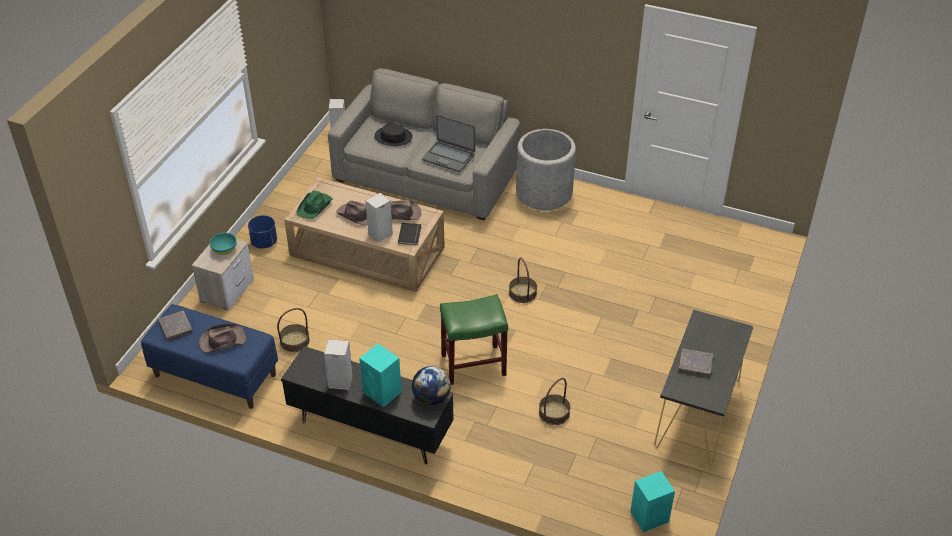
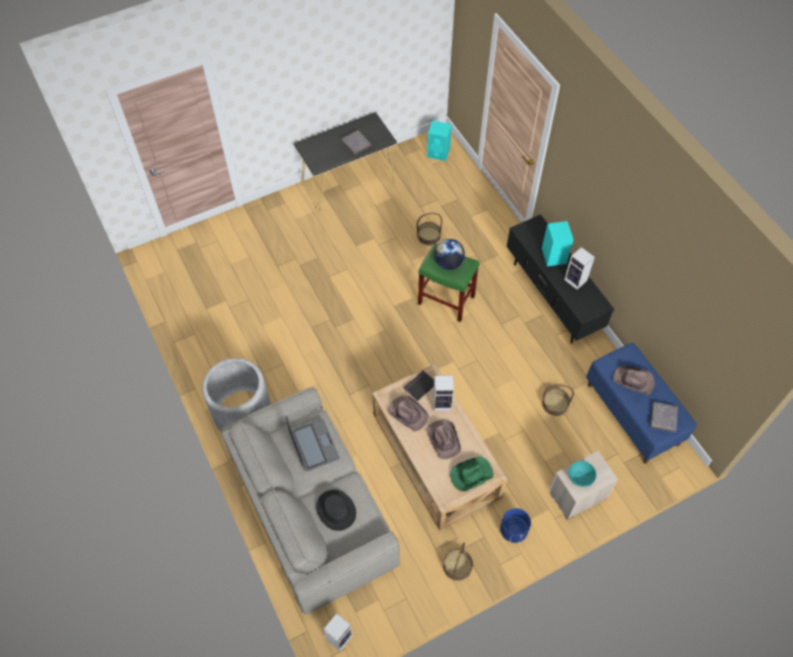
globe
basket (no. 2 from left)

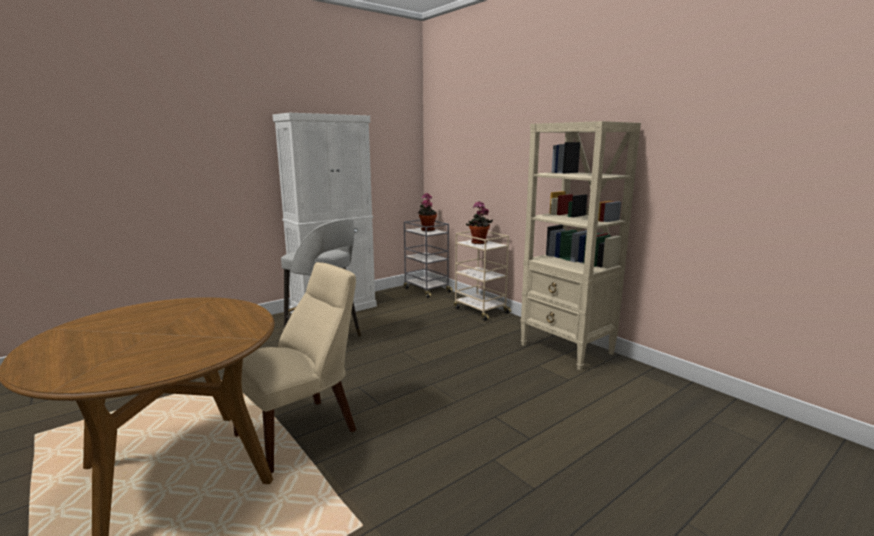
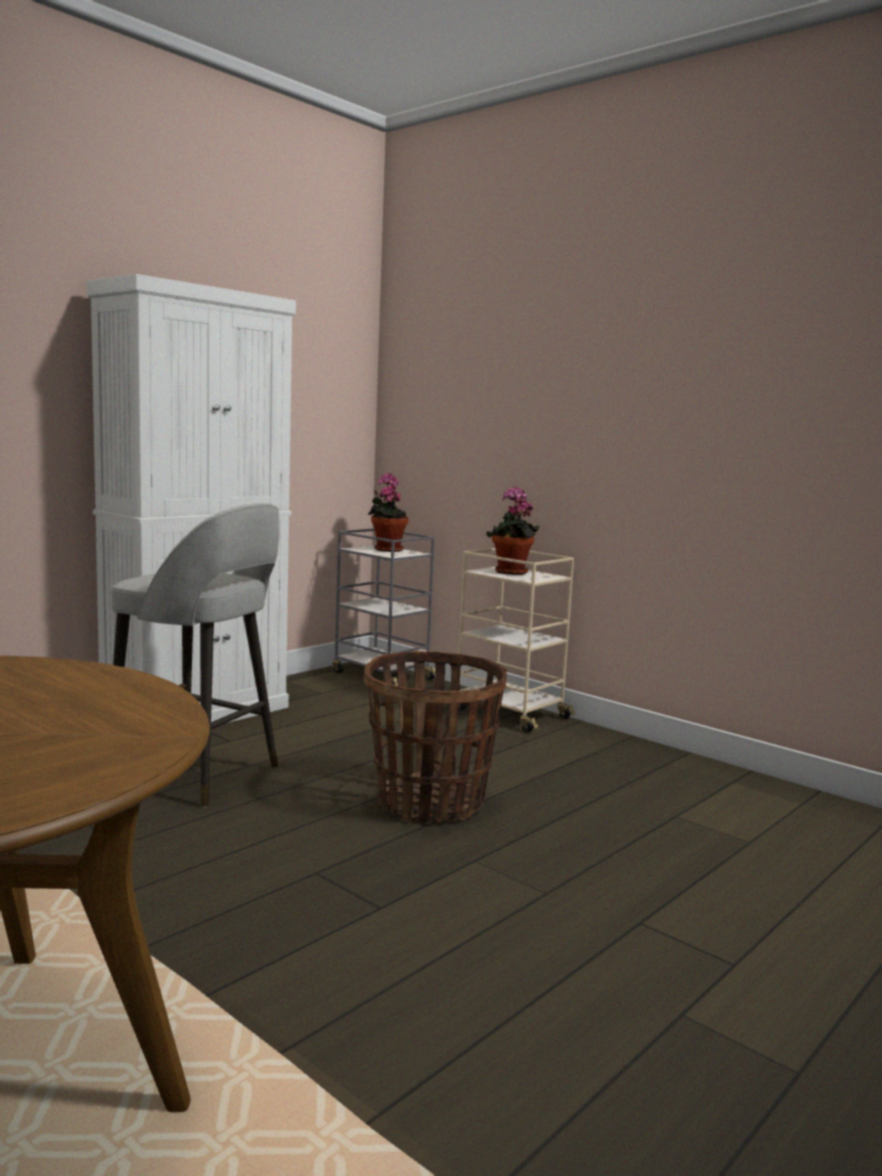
chair (sand-coloured)
bookshelf (sand-coloured)
basket

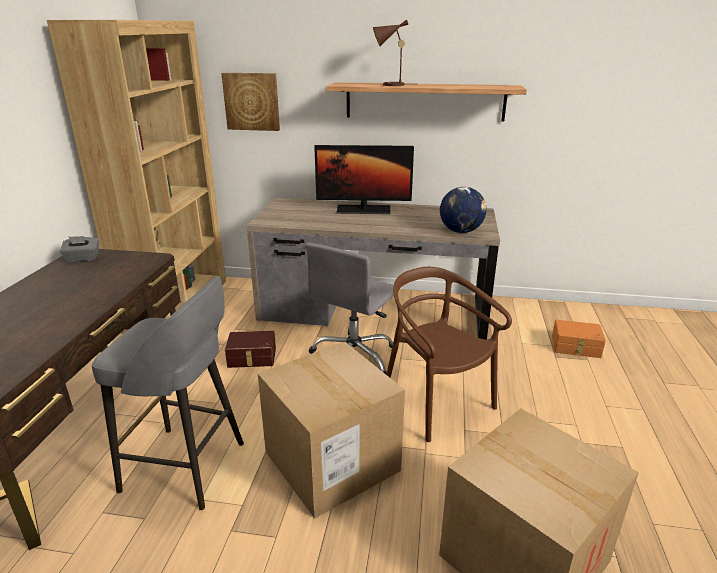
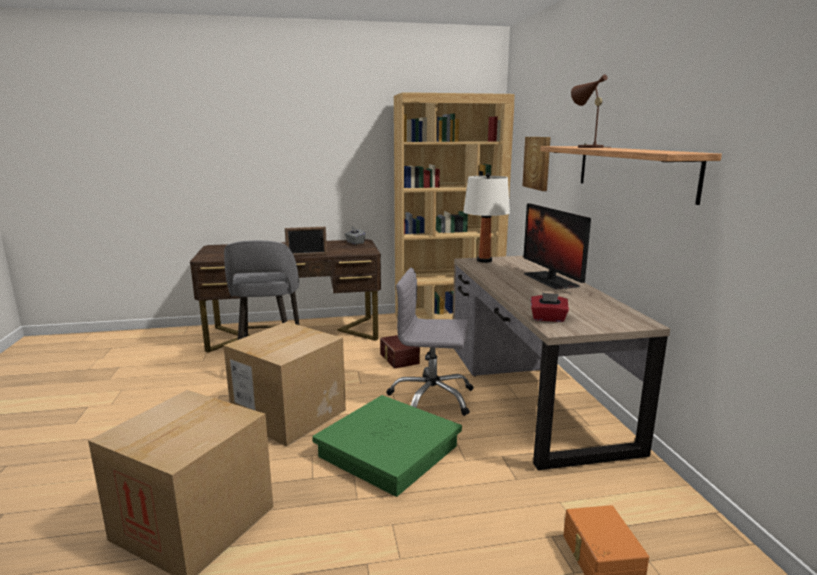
picture frame
table lamp (white-coloured)
storage box (greenish)
box of tissues (reddish)

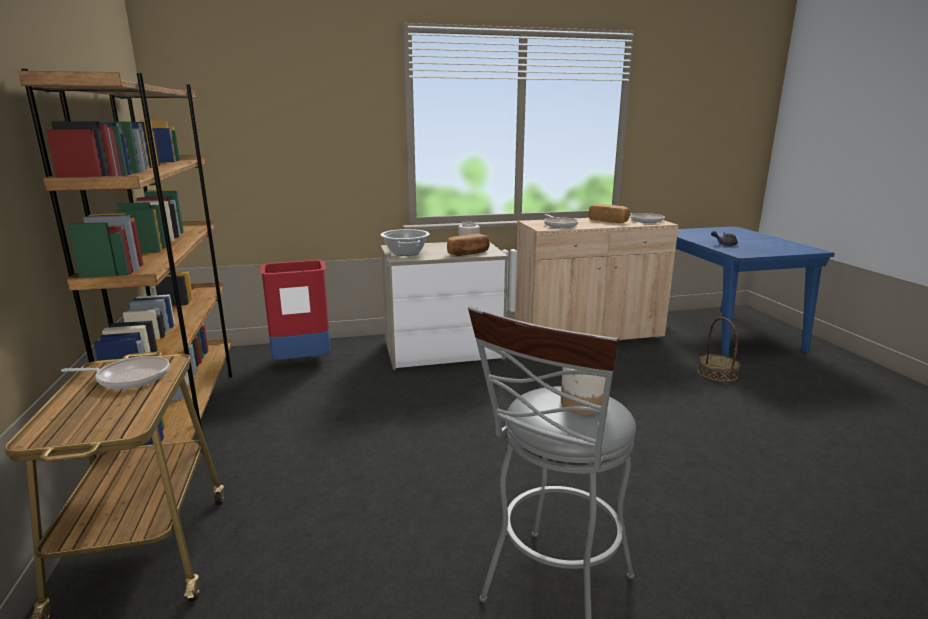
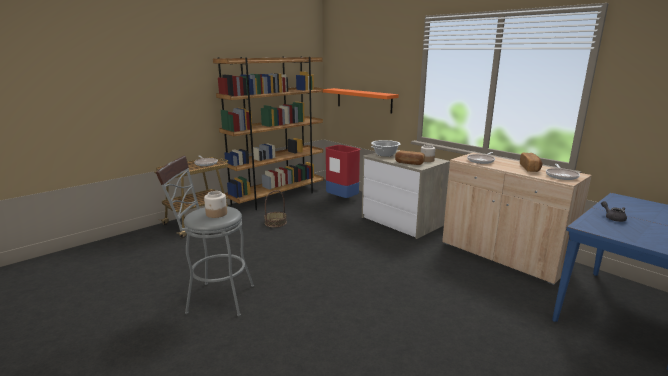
bracket shelf (orangey)
basket

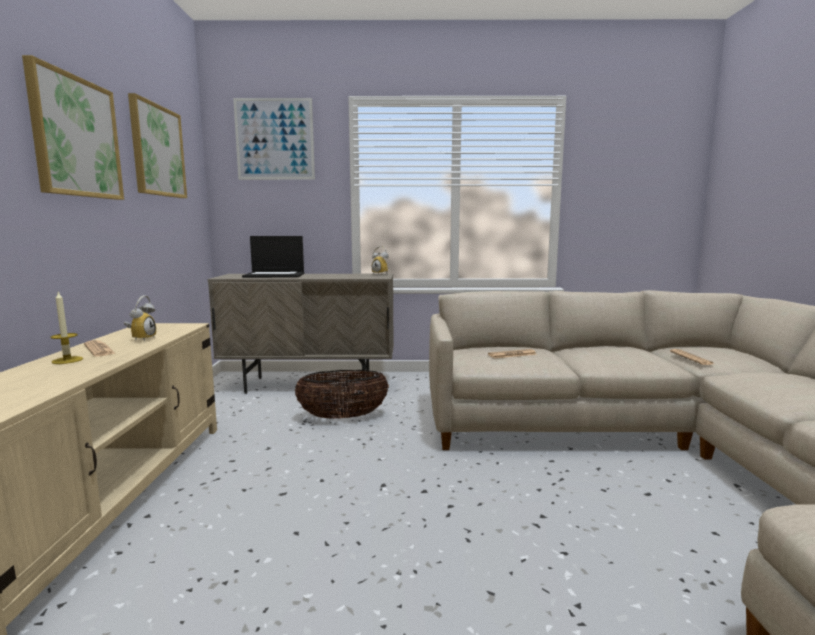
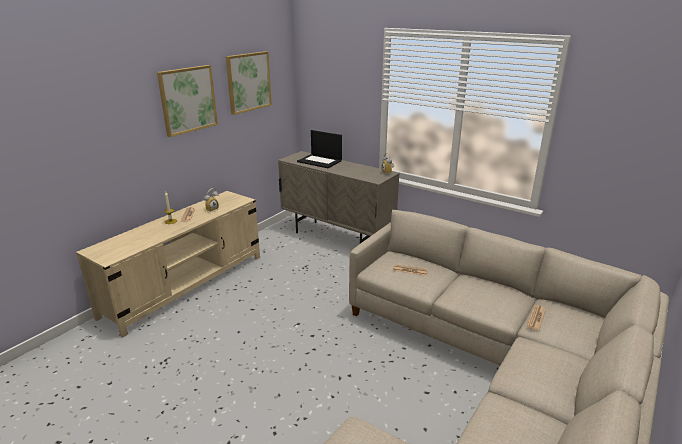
picture (no. 3 from left in the first image)
basket

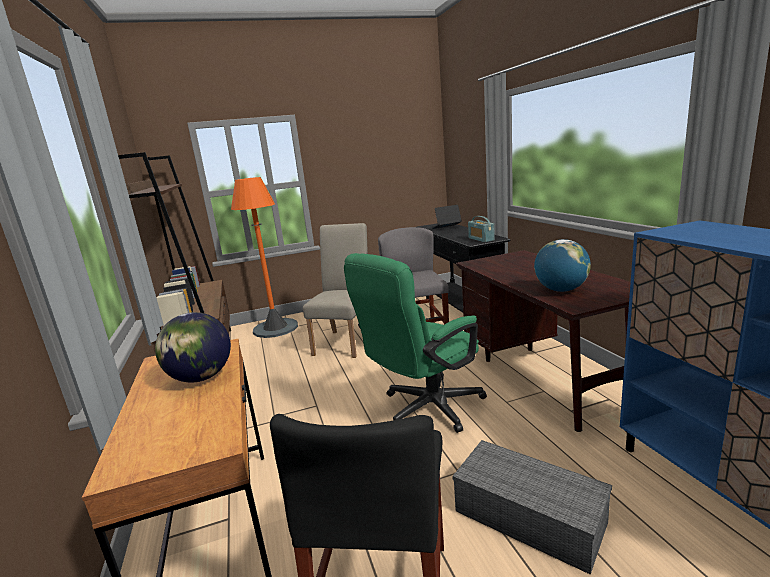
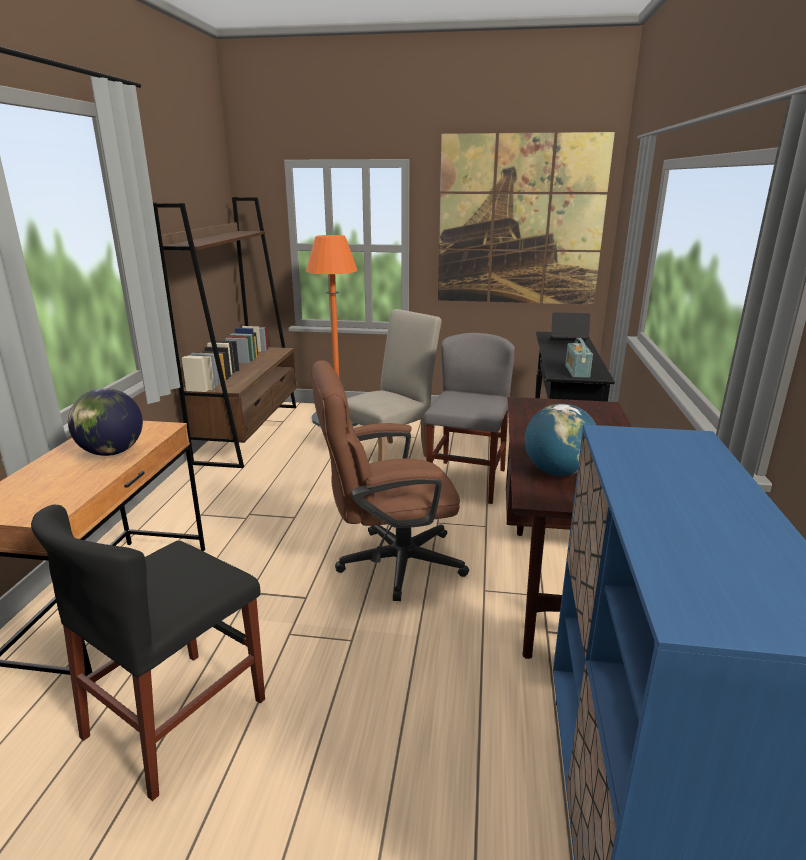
storage box (grey)
picture
office chair (brown-coloured)

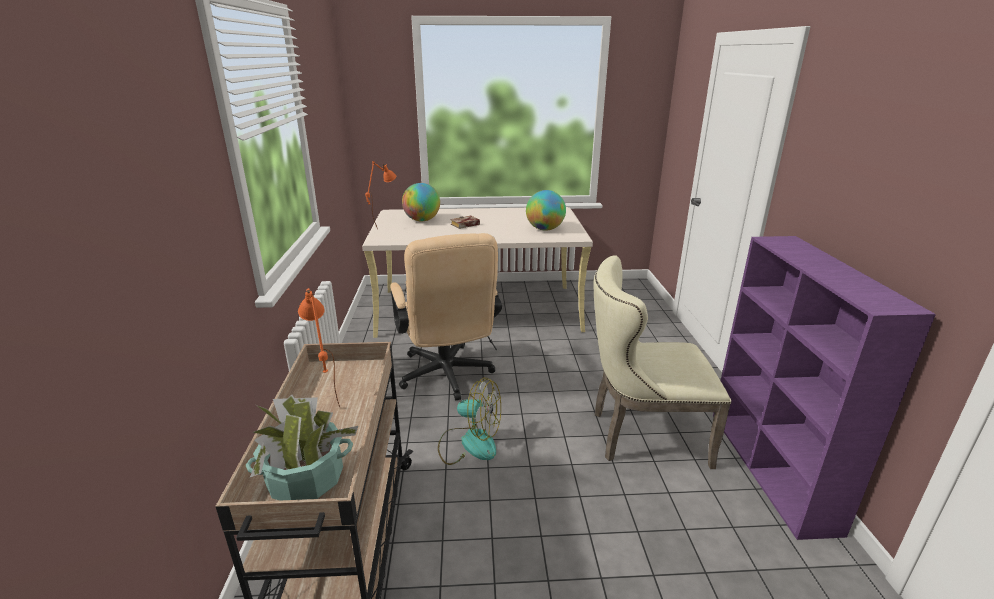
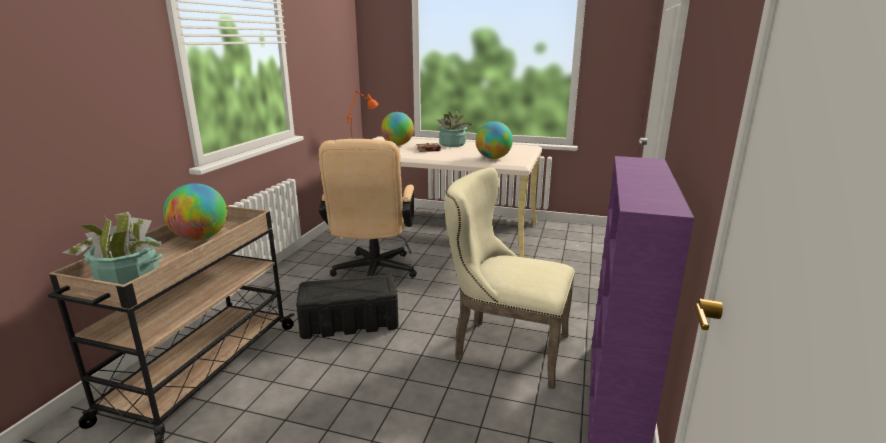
plant in a pot (no. 2 from left)
globe (no. 1 from left)
storage box (black-coloured)

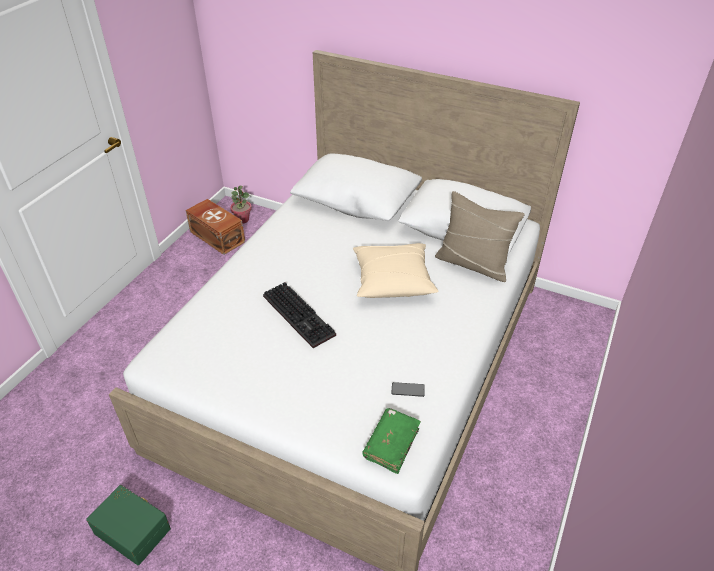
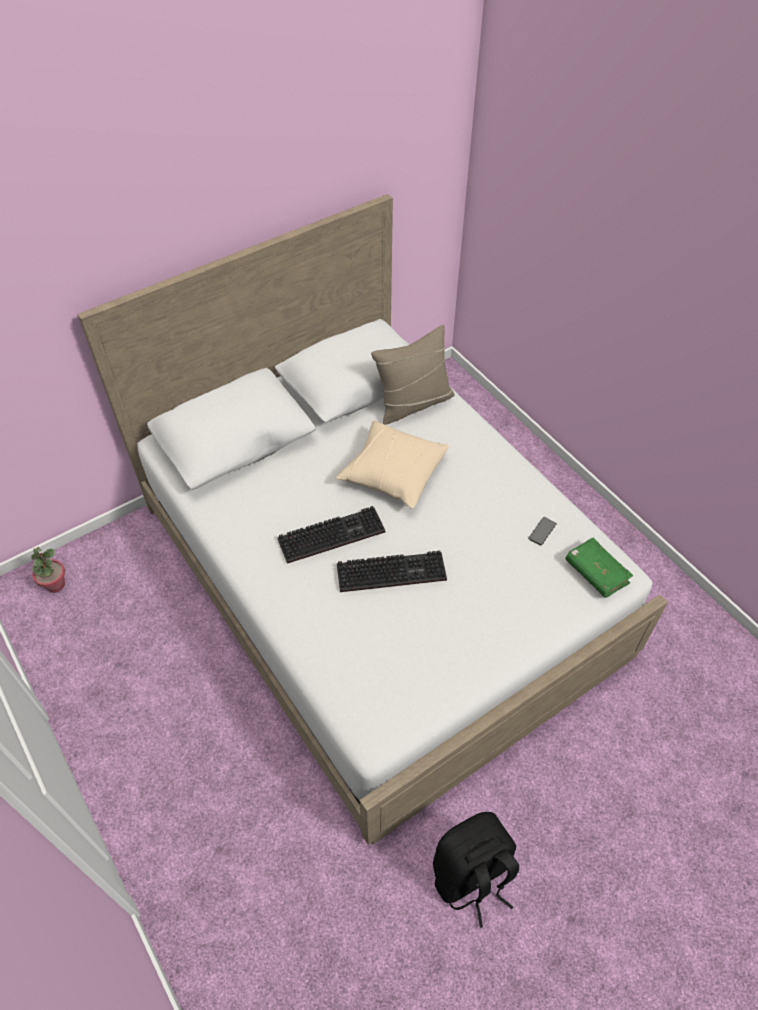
storage box (brown-coloured)
keyboard (no. 1 from left)
backpack (black-coloured)

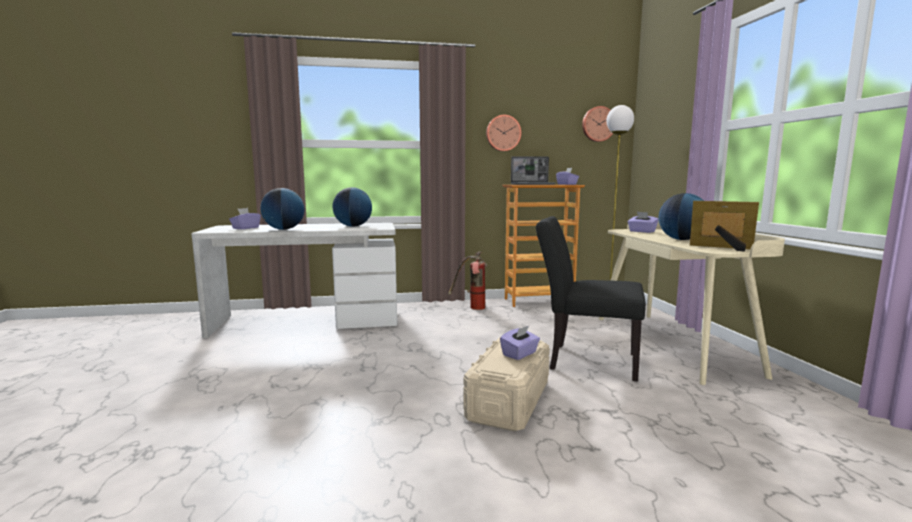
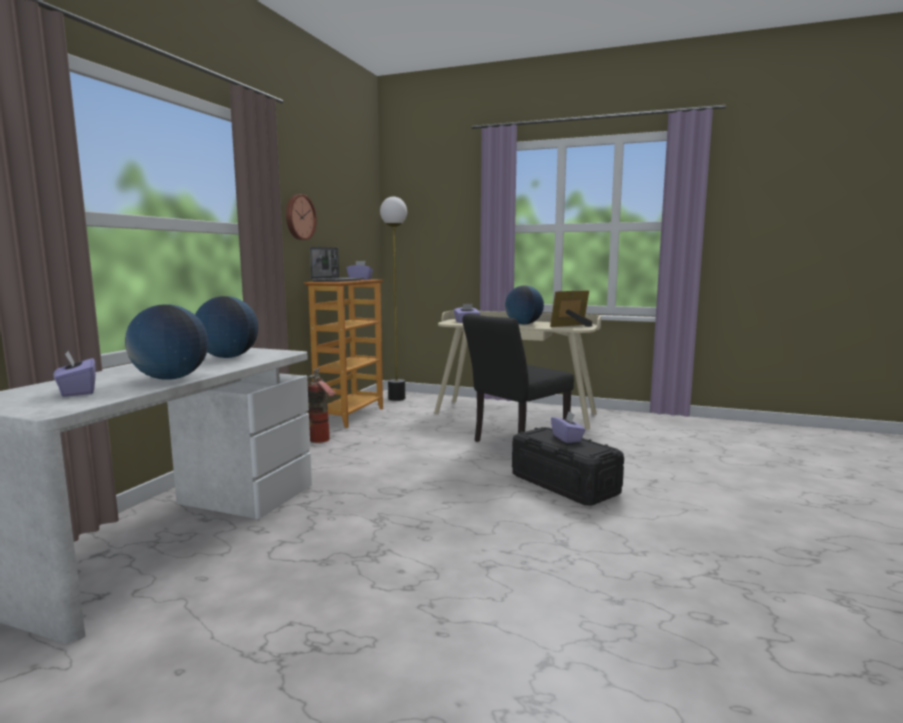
hanging clock (no. 2 from left in the first image)
storage box (black-coloured)

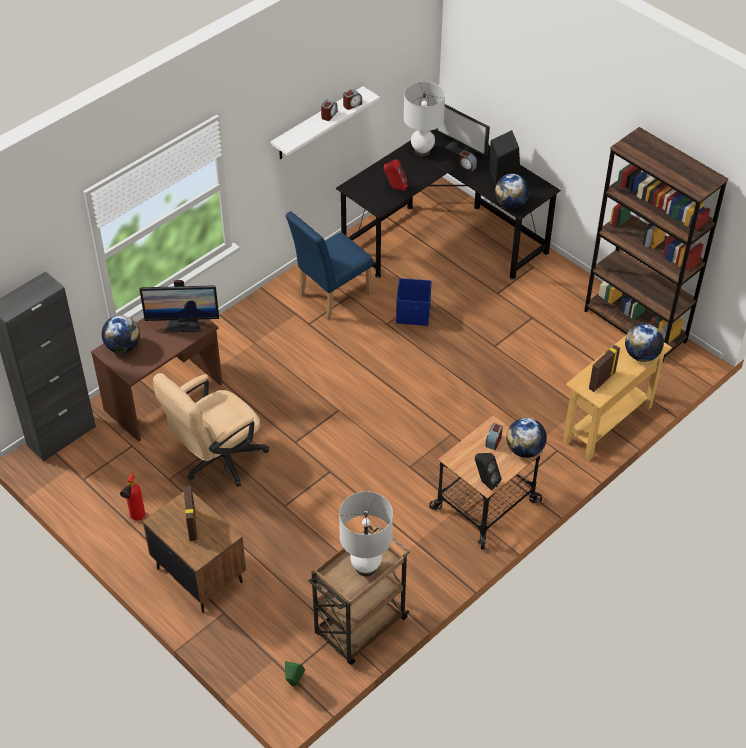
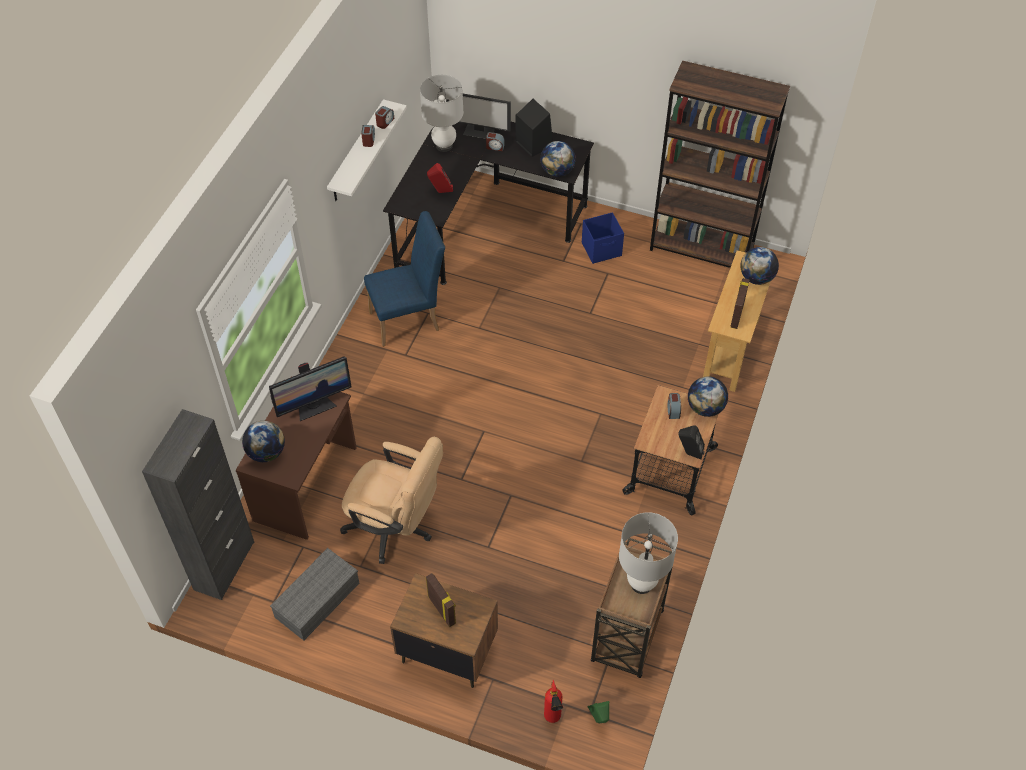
storage box (grey)
fire-fighting cylinder
storage box (bluish)
office chair (sand-coloured)
chair (bluish)

